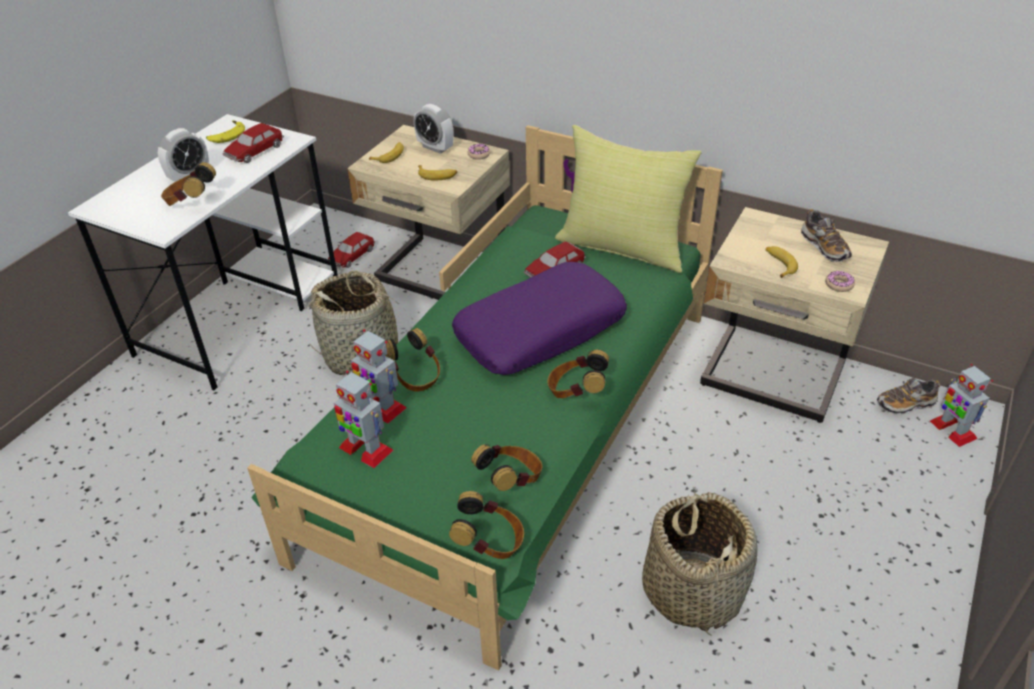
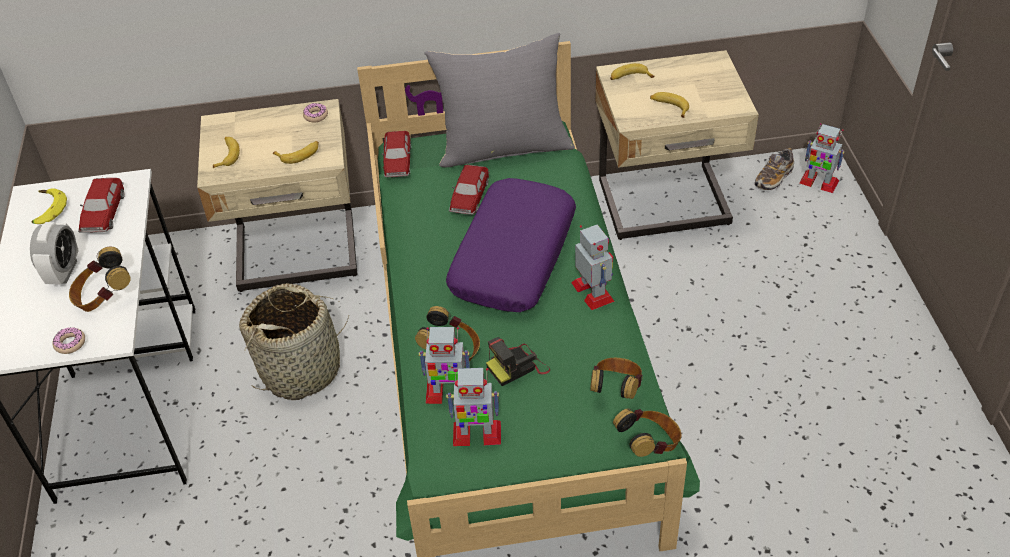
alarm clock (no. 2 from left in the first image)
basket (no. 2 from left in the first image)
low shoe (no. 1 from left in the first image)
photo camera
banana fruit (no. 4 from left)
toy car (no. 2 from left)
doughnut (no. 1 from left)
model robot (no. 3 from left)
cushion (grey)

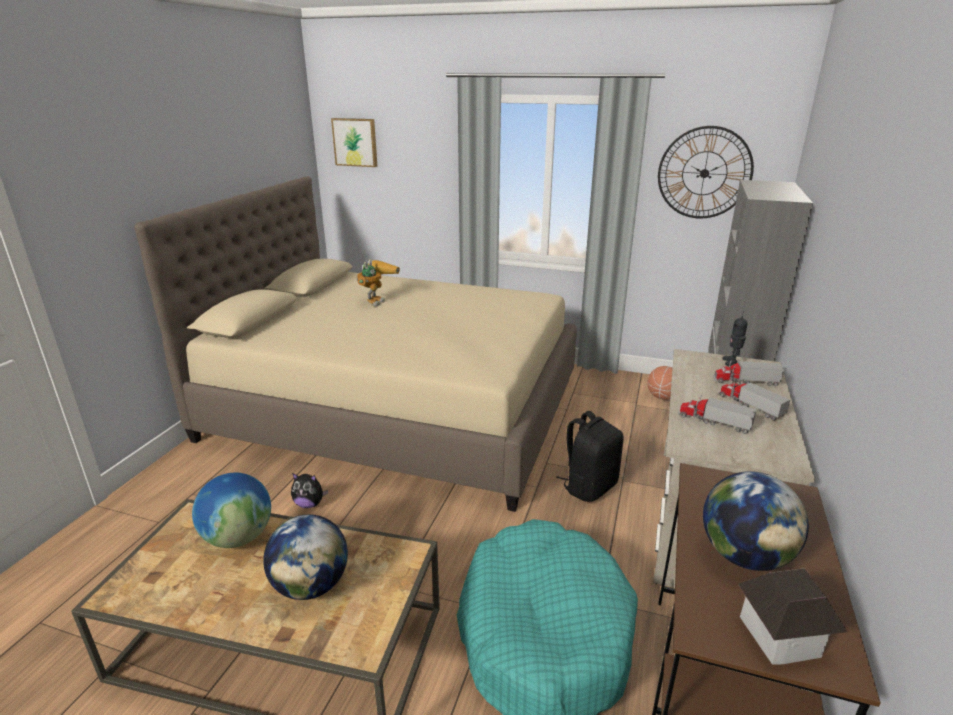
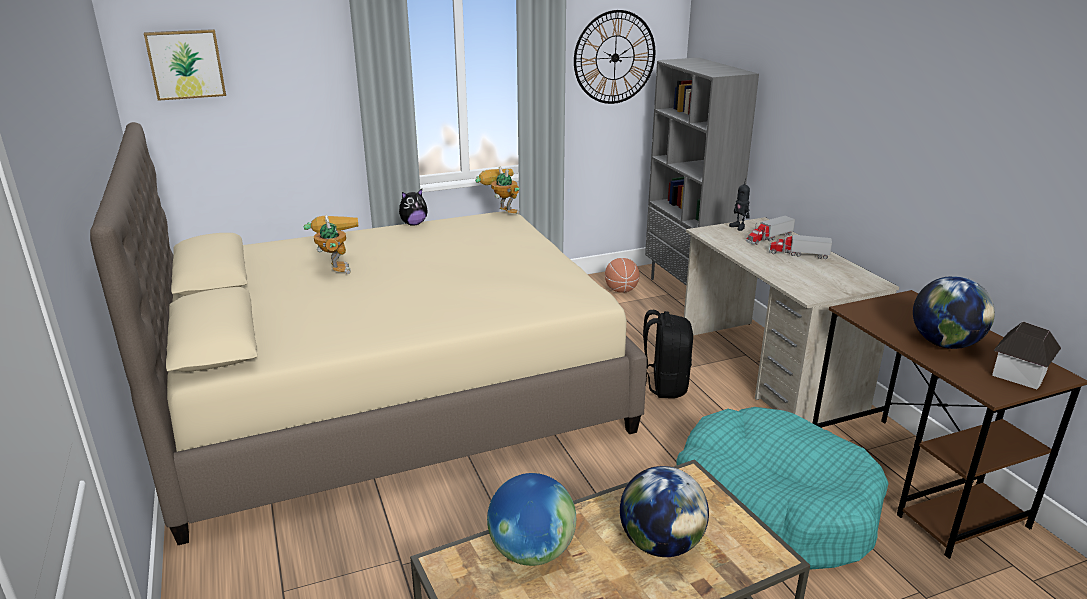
toy lorry (no. 1 from left in the first image)
model robot (no. 2 from left)
plush toy

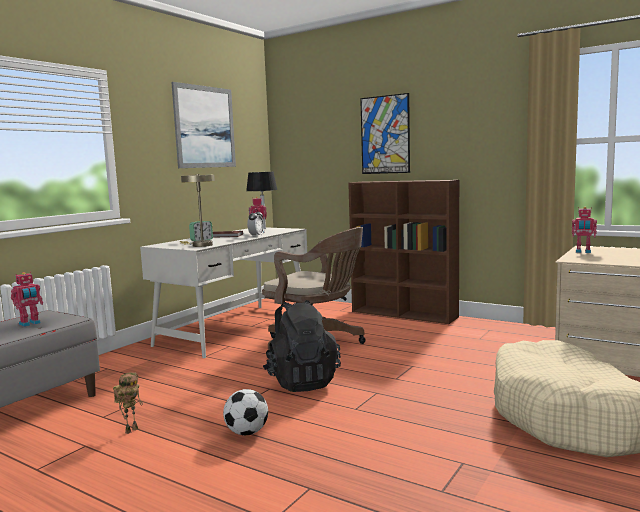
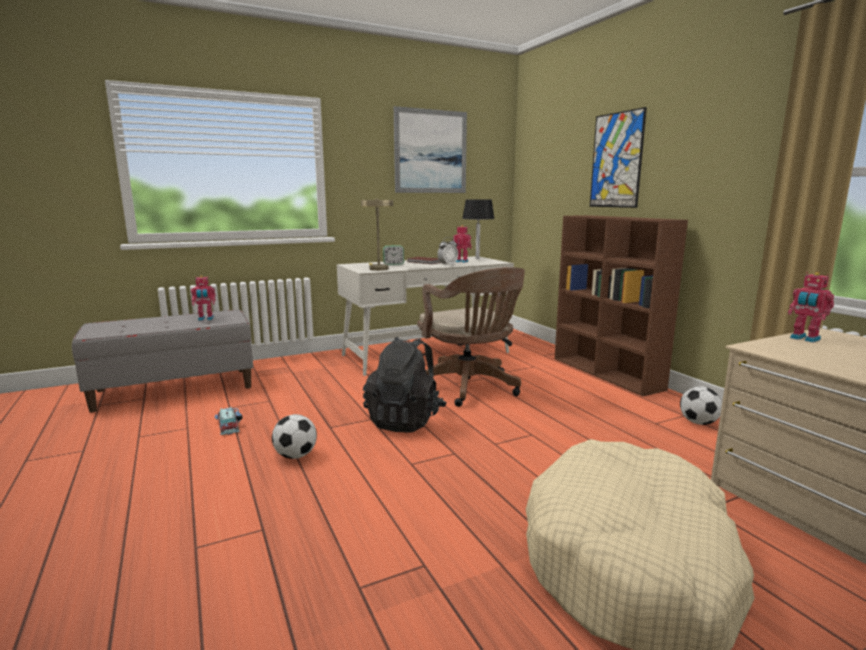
football (no. 2 from left)
toy car

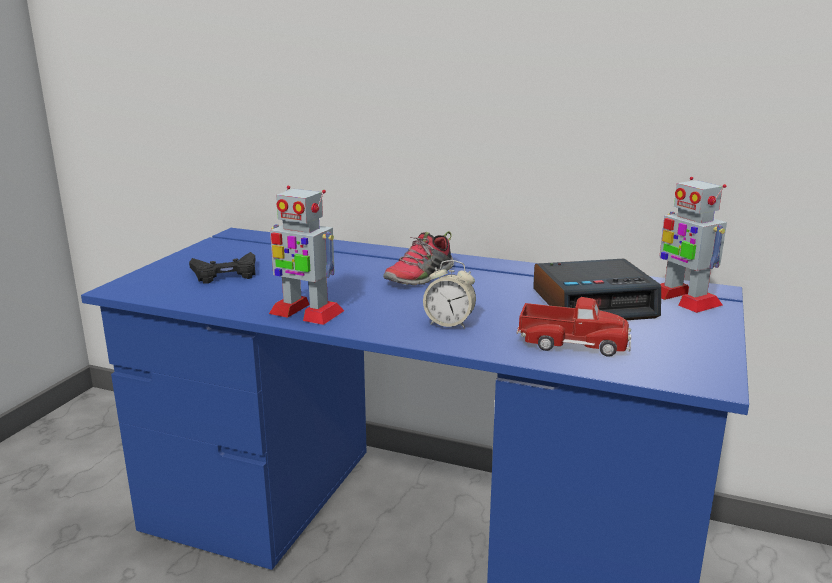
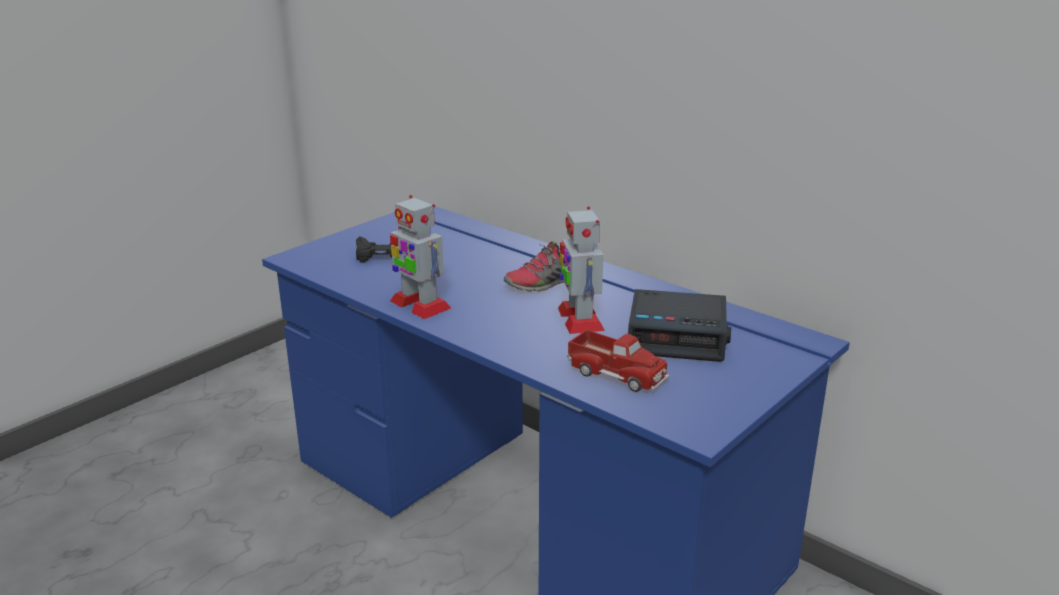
alarm clock (no. 1 from left in the first image)
model robot (no. 2 from left)

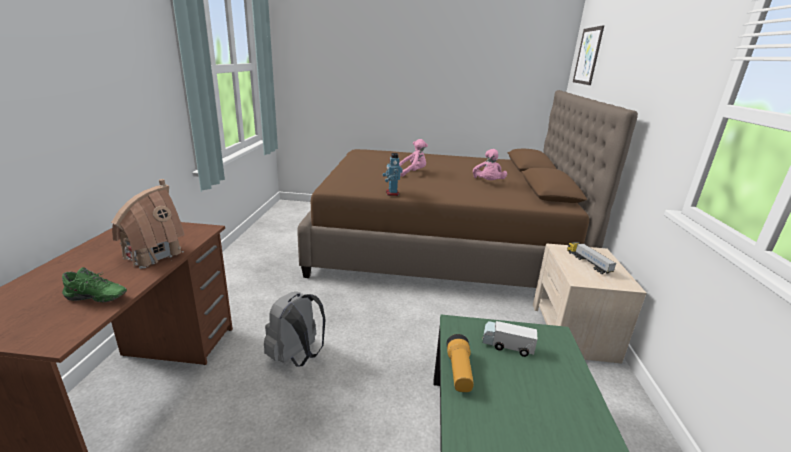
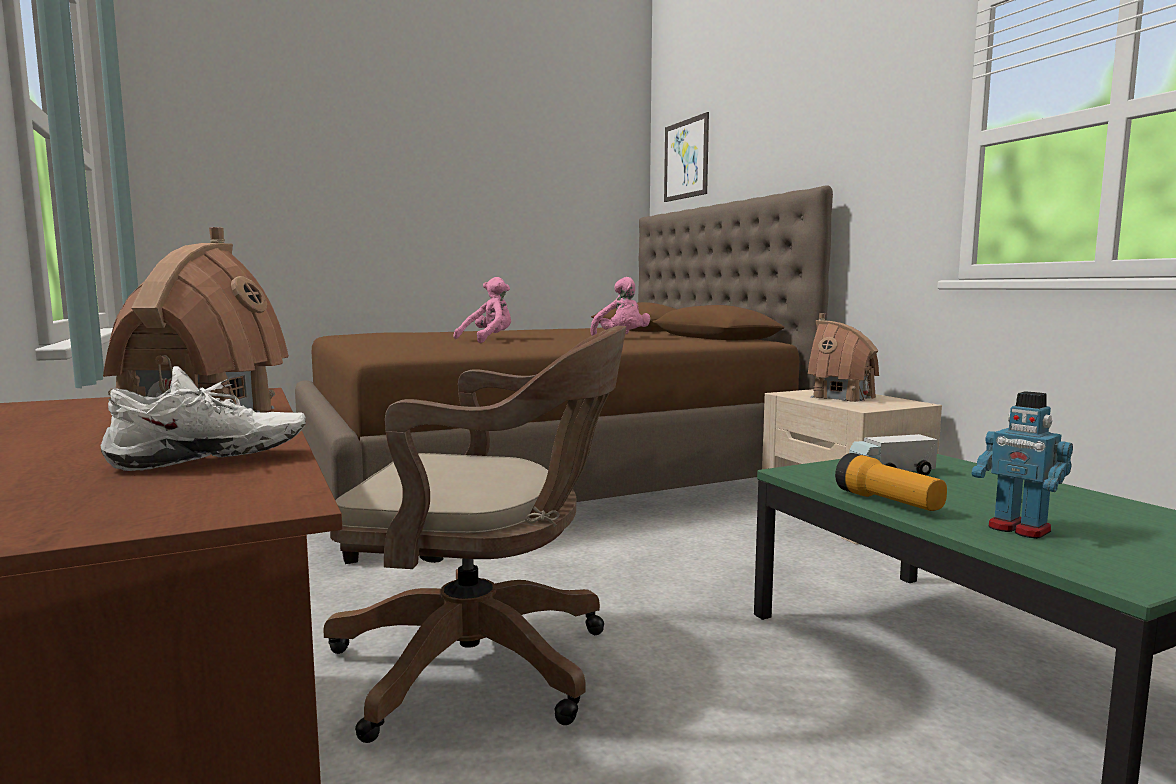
model robot
office chair (brown-coloured)
miniature house (no. 2 from left)
low shoe (white-coloured)

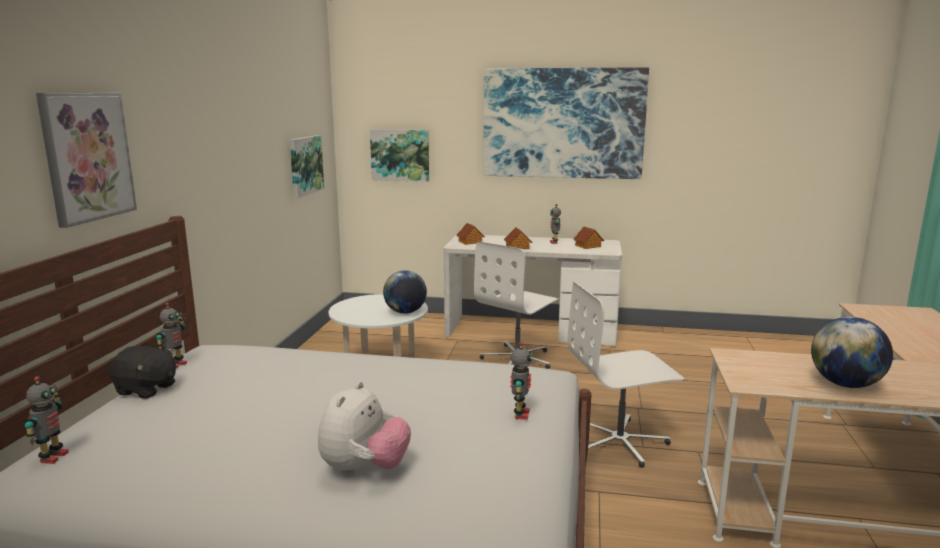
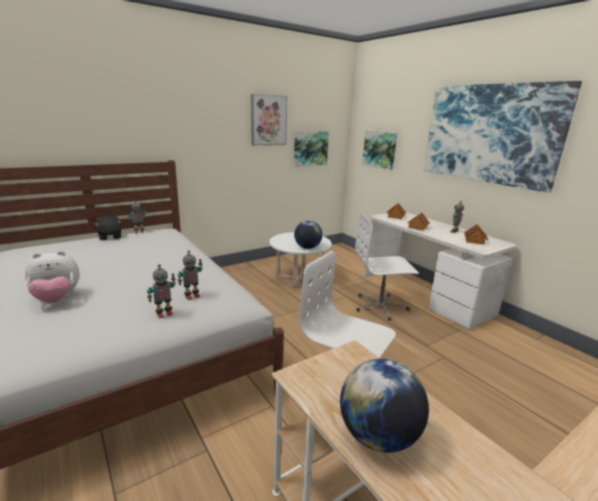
model robot (no. 3 from left)
picture (no. 1 from left)

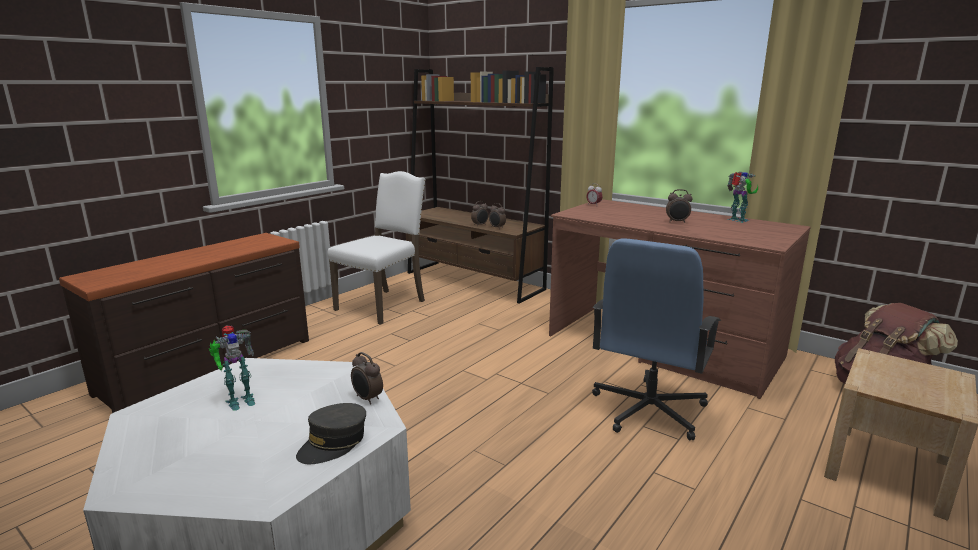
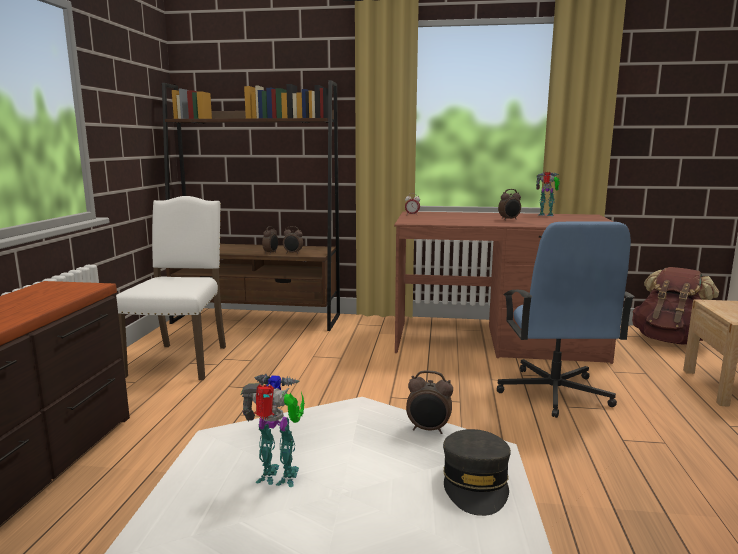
model robot (no. 1 from left)

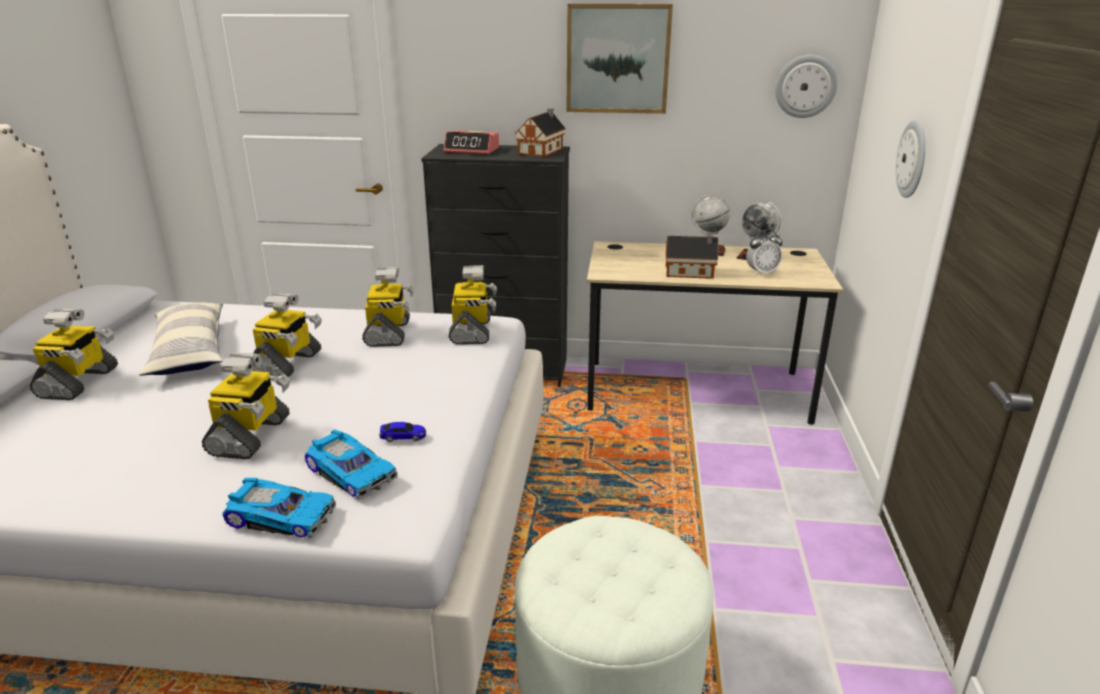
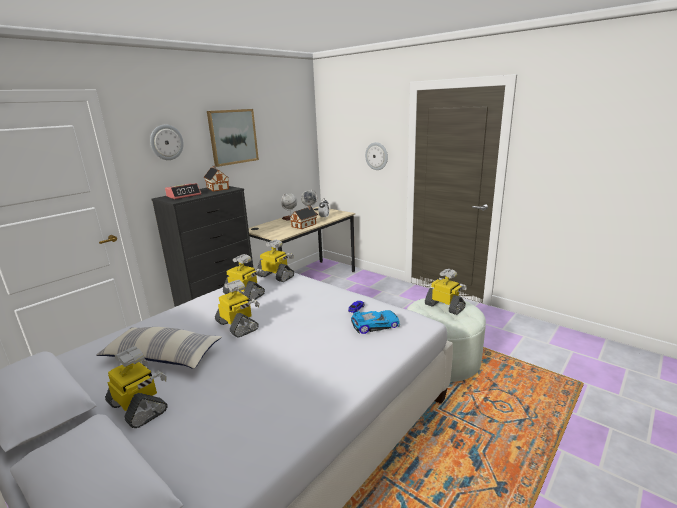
toy car (no. 1 from left in the first image)
model robot (no. 5 from left)
hanging clock (no. 1 from left)

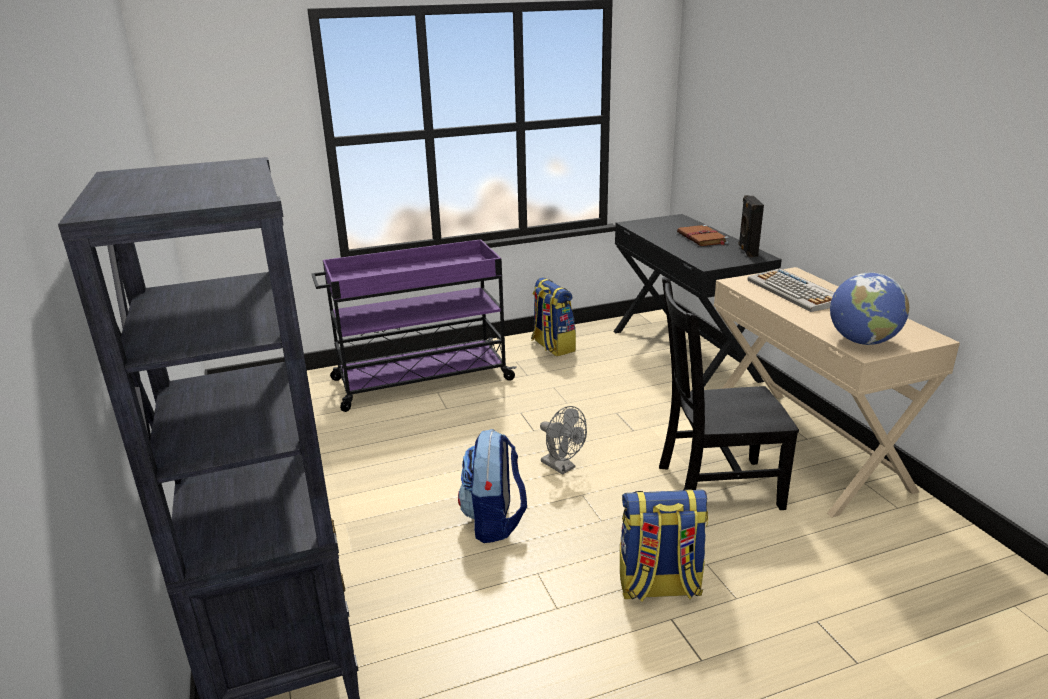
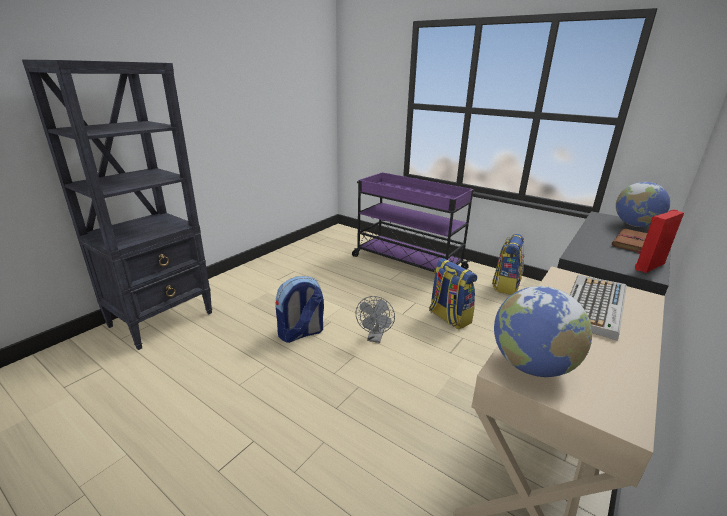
chair (black-coloured)
globe (no. 2 from left)
backpack (no. 2 from left)
speaker (reddish)

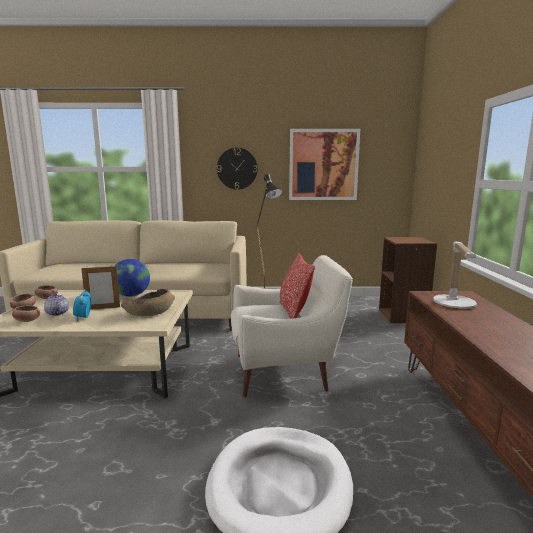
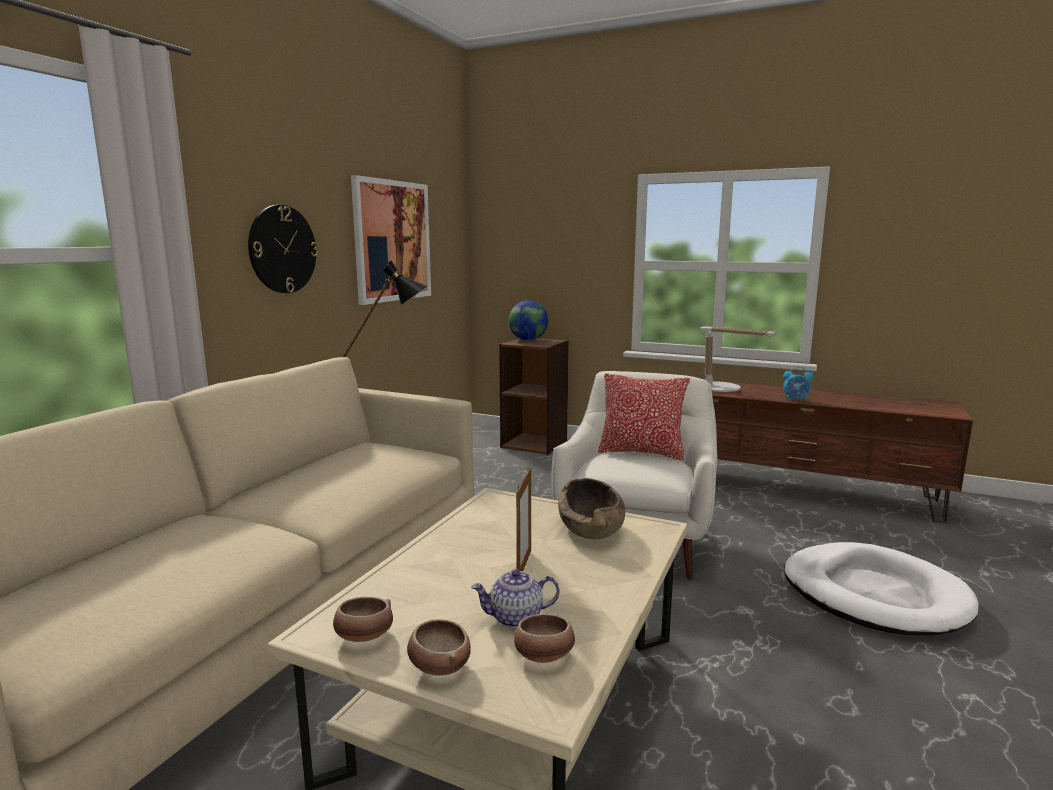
alarm clock
globe

